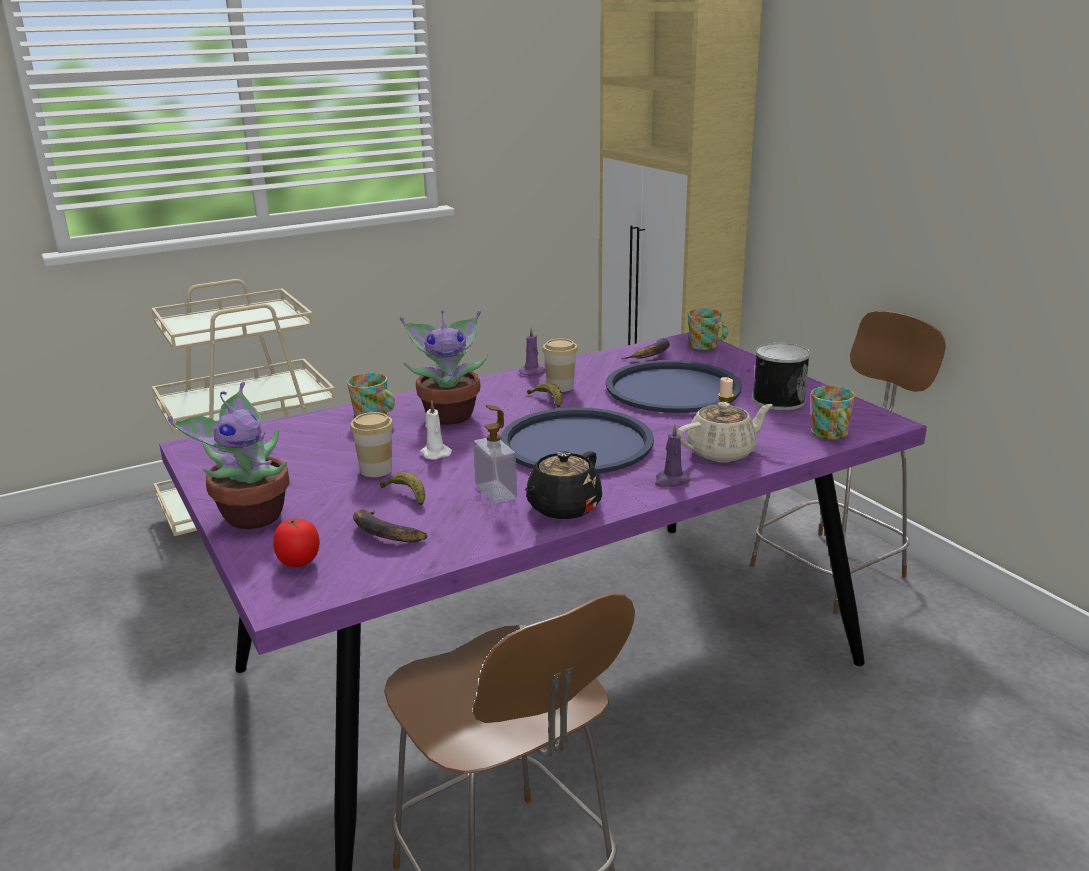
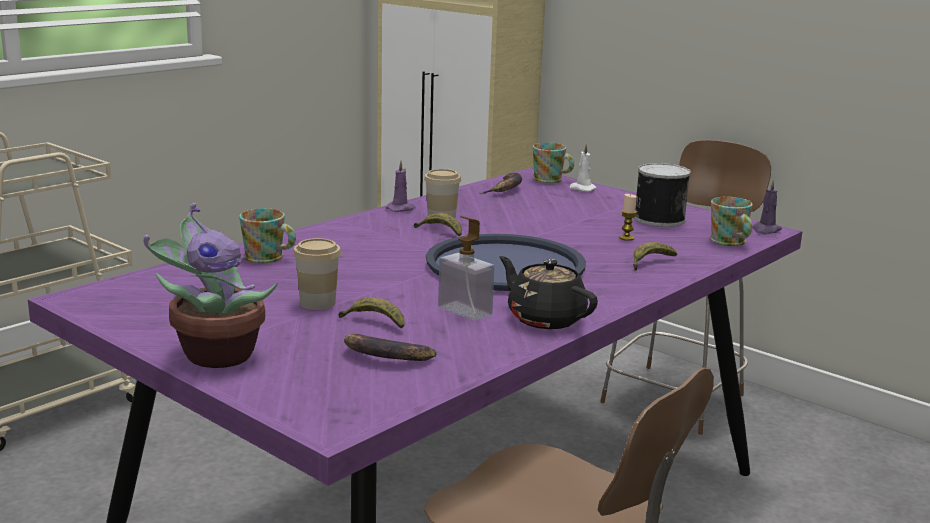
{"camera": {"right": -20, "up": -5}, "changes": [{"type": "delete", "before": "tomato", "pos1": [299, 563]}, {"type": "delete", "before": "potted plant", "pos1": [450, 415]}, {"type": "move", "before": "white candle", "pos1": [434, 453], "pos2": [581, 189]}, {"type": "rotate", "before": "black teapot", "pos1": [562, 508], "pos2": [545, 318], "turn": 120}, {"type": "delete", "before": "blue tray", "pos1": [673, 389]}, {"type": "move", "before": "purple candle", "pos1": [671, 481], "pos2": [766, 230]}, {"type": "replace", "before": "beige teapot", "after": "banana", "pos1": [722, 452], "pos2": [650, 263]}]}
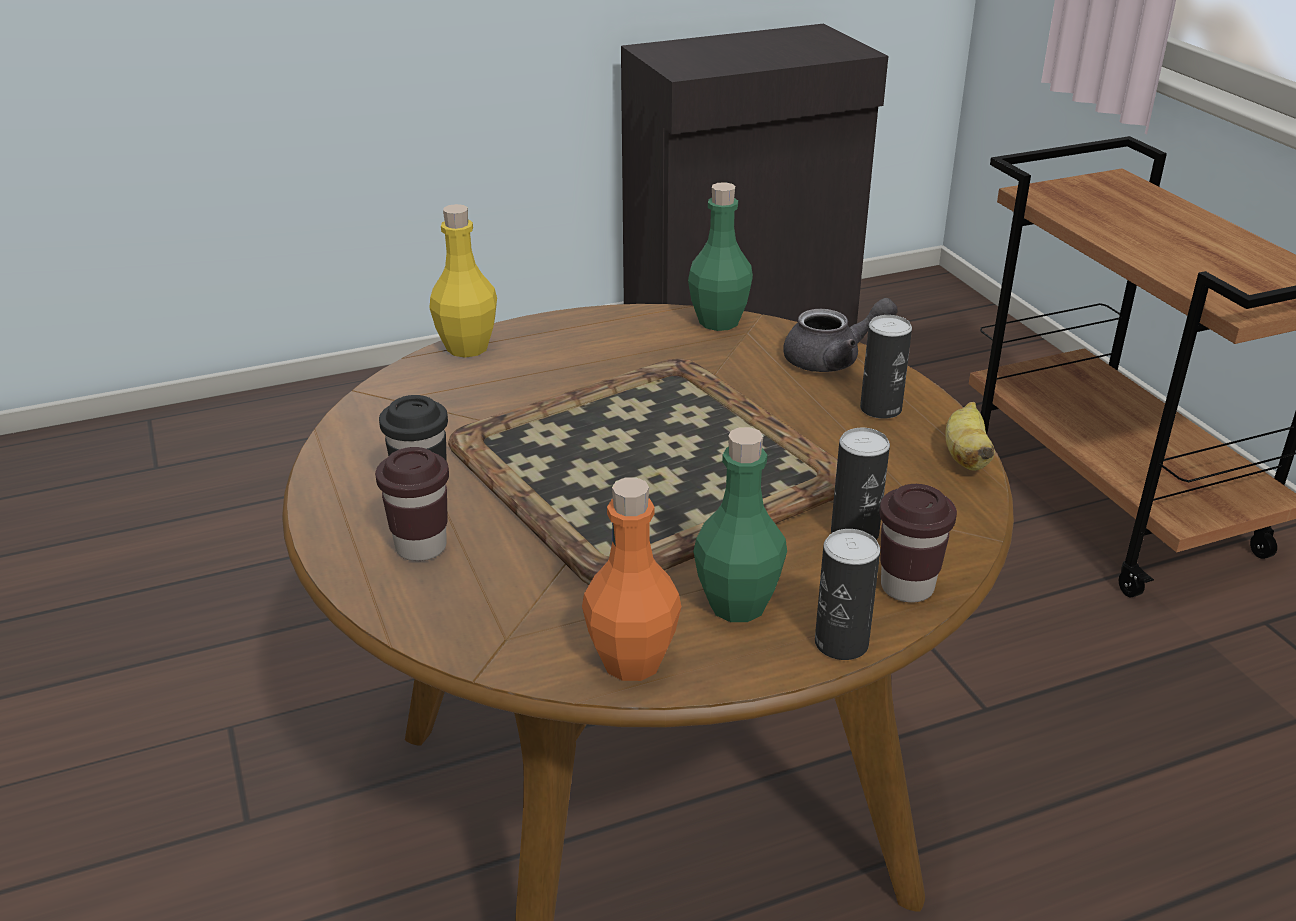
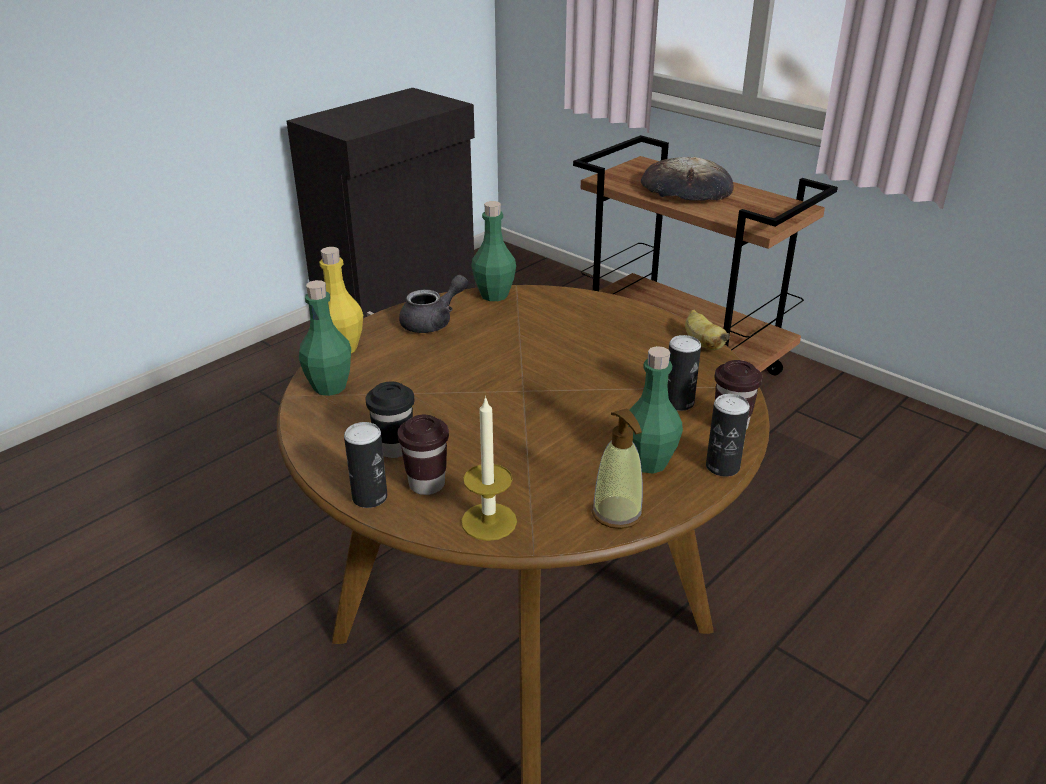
{"camera": {"right": -25, "up": 0}, "changes": [{"type": "delete", "before": "tray", "pos1": [642, 465]}, {"type": "replace", "before": "orange bottle", "after": "soap dispenser", "pos1": [632, 661], "pos2": [617, 513]}, {"type": "move", "before": "grey teapot", "pos1": [833, 359], "pos2": [433, 322]}, {"type": "move", "before": "can", "pos1": [880, 409], "pos2": [370, 497]}, {"type": "insert", "after": "green bottle", "pos2": [330, 387]}, {"type": "insert", "after": "candle", "pos2": [489, 521]}, {"type": "insert", "after": "bread", "pos2": [686, 189]}]}
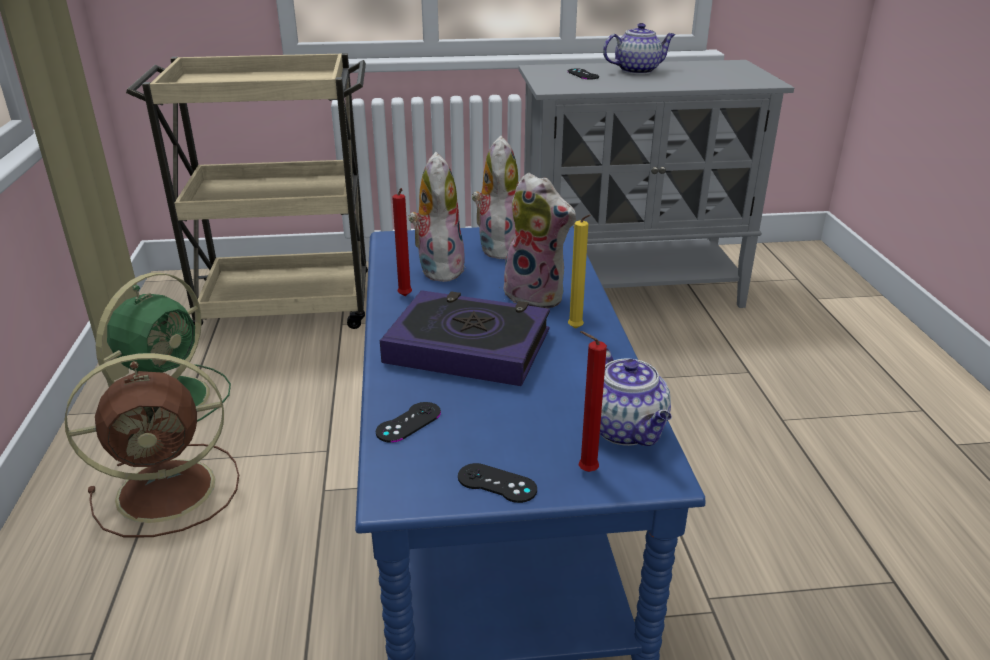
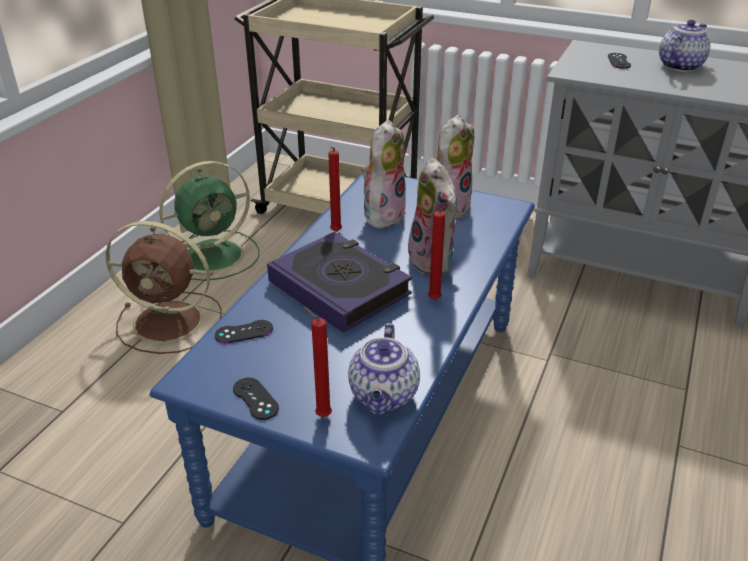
{"camera": {"right": 30, "up": 5}, "changes": [{"type": "recolor", "before": "yellow candle", "after": "red candle", "pos1": [576, 329], "pos2": [434, 301]}, {"type": "rotate", "before": "teapot", "pos1": [637, 70], "pos2": [680, 66], "turn": -60}]}
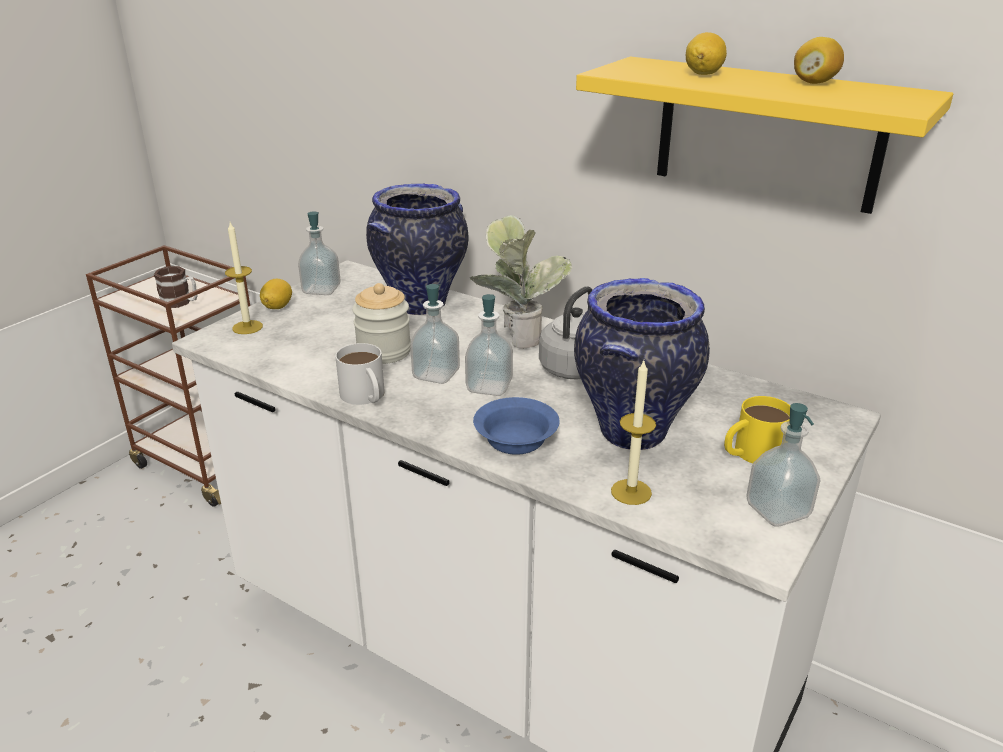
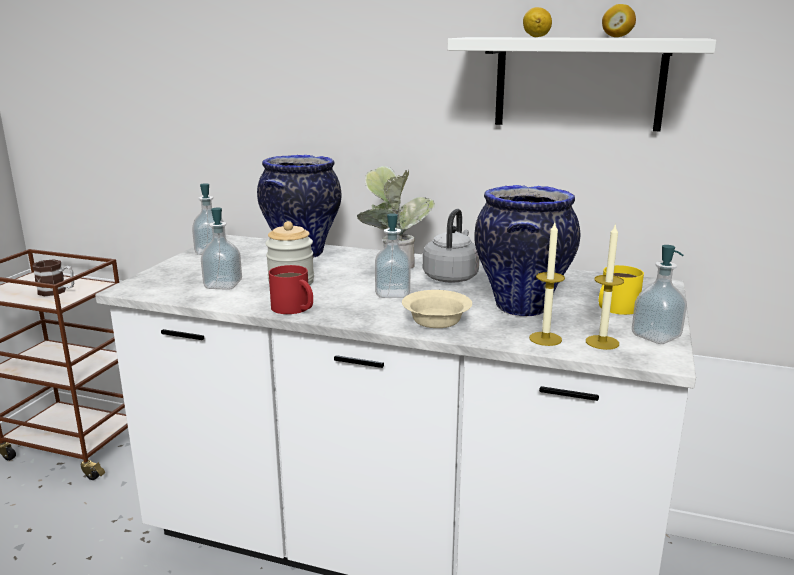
{"camera": {"right": -15, "up": -10}, "changes": [{"type": "move", "before": "candle", "pos1": [247, 327], "pos2": [602, 342]}, {"type": "delete", "before": "lemon", "pos1": [277, 306]}, {"type": "recolor", "before": "white mug", "after": "red mug", "pos1": [365, 397], "pos2": [295, 309]}, {"type": "move", "before": "soap dispenser", "pos1": [436, 374], "pos2": [223, 285]}, {"type": "recolor", "before": "blue bowl", "after": "beige bowl", "pos1": [518, 440], "pos2": [438, 320]}, {"type": "recolor", "before": "yellow shelf", "after": "white shelf", "pos1": [767, 134], "pos2": [578, 83]}]}
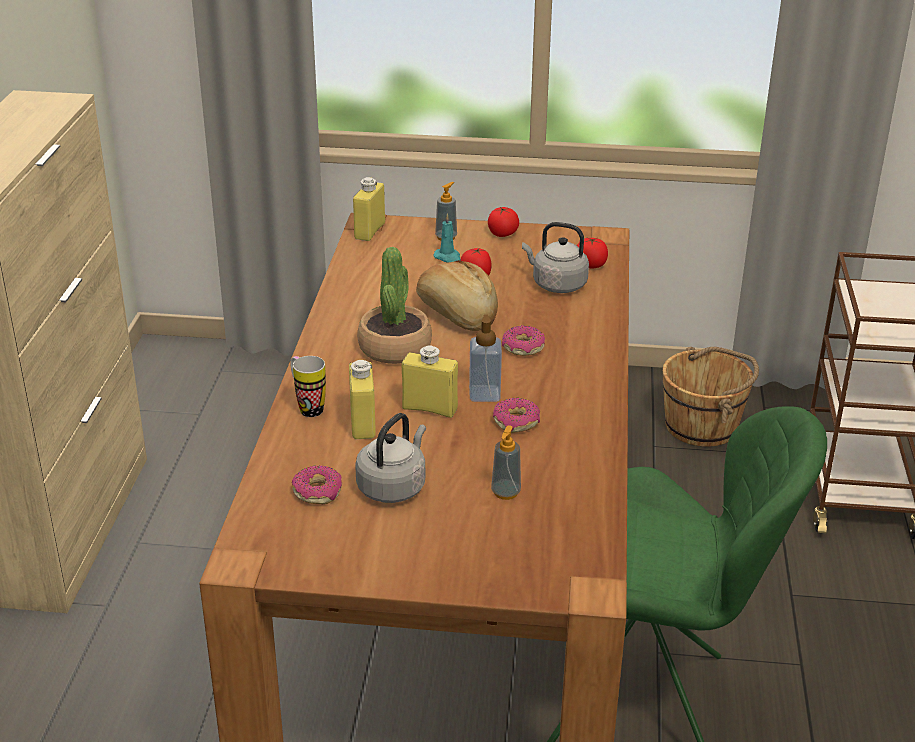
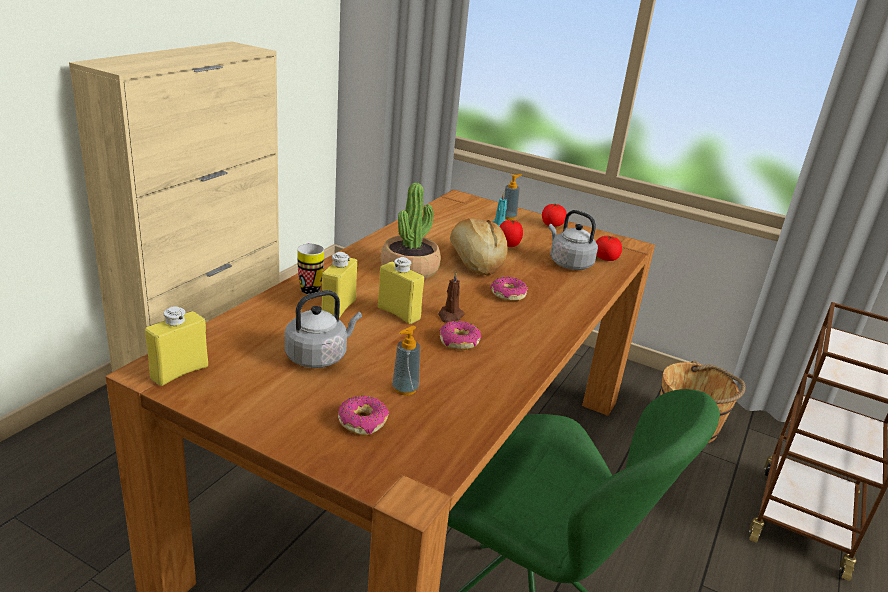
{"camera": {"right": 20, "up": -5}, "changes": [{"type": "move", "before": "donut", "pos1": [318, 492], "pos2": [363, 422]}, {"type": "move", "before": "yellow bottle", "pos1": [369, 231], "pos2": [179, 372]}, {"type": "replace", "before": "soap dispenser", "after": "brown candle", "pos1": [484, 394], "pos2": [450, 316]}]}
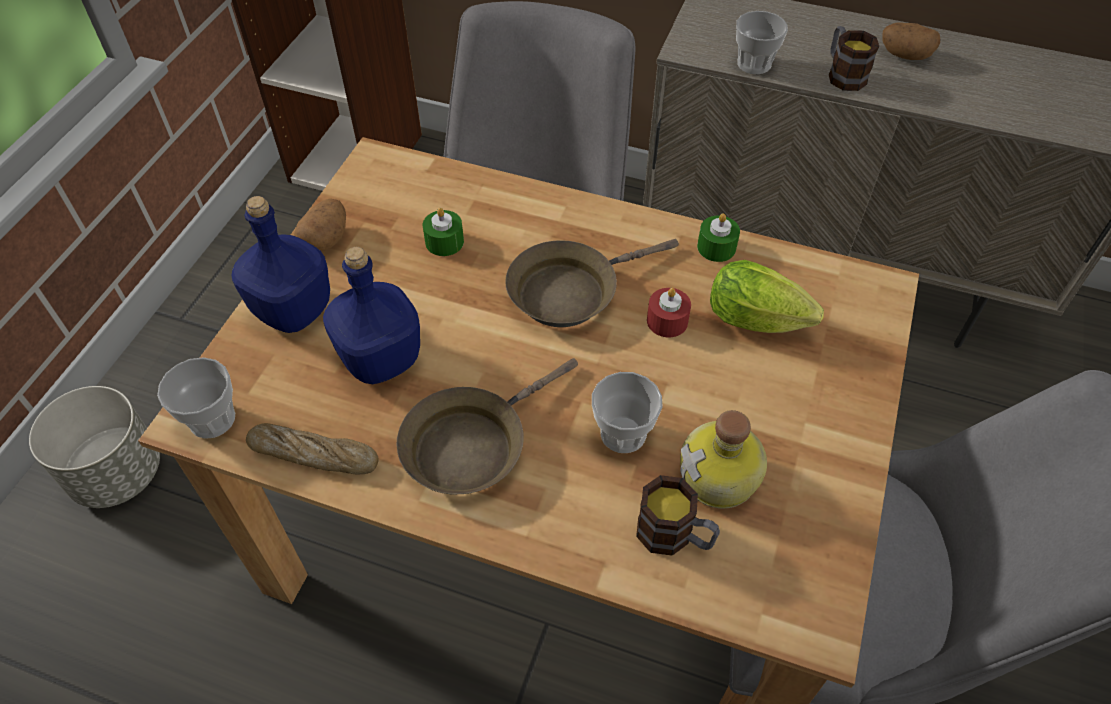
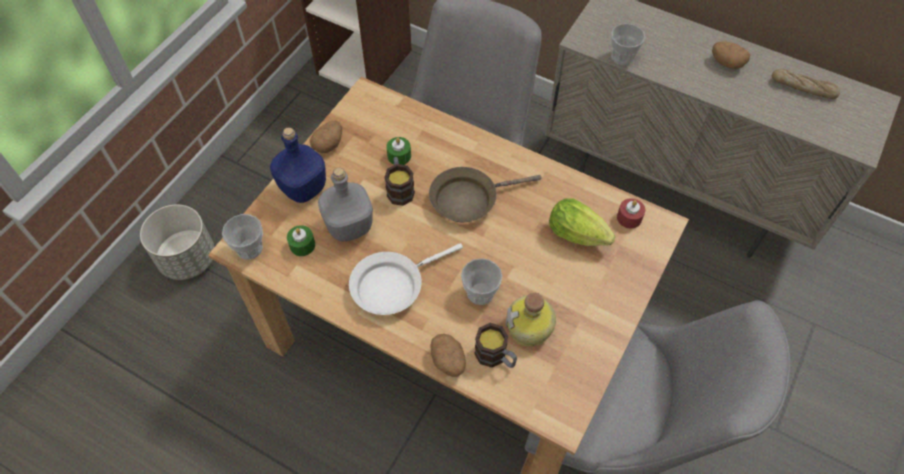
{"camera": {"right": 10, "up": 5}, "changes": [{"type": "move", "before": "bread", "pos1": [314, 455], "pos2": [803, 88]}, {"type": "recolor", "before": "blue bottle", "after": "grey bottle", "pos1": [382, 360], "pos2": [350, 227]}, {"type": "recolor", "before": "brown frying pan", "after": "white frying pan", "pos1": [471, 444], "pos2": [392, 285]}, {"type": "move", "before": "red candle", "pos1": [667, 321], "pos2": [629, 218]}, {"type": "move", "before": "green candle", "pos1": [716, 247], "pos2": [302, 245]}, {"type": "move", "before": "mug", "pos1": [843, 74], "pos2": [399, 189]}, {"type": "insert", "after": "potato", "pos2": [448, 361]}]}
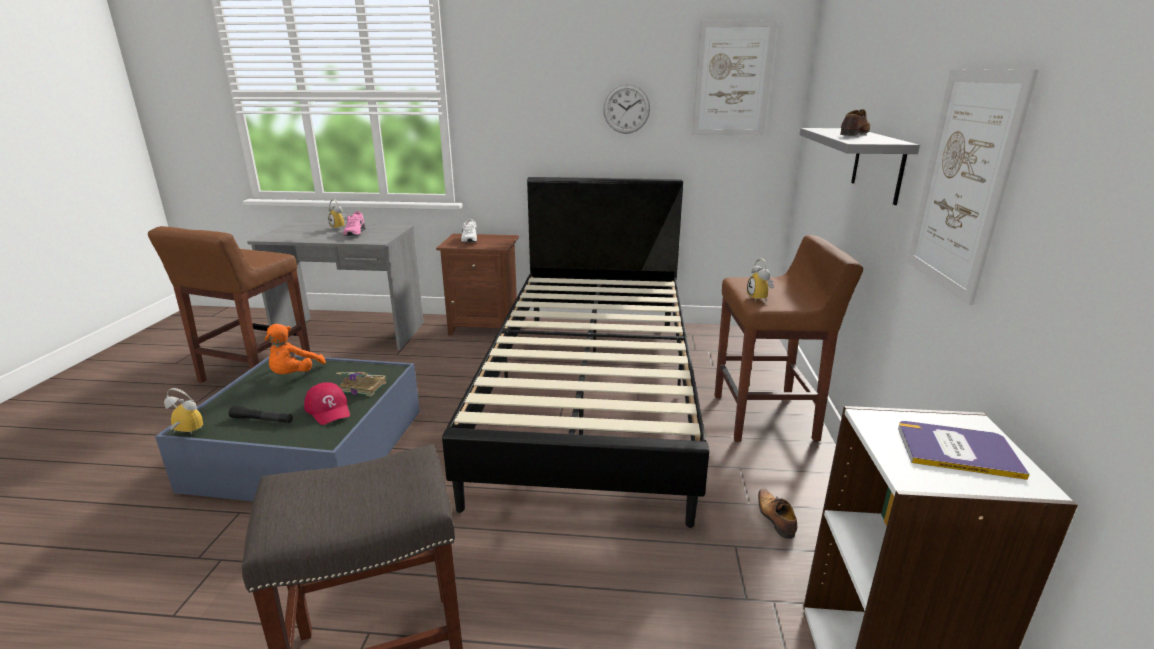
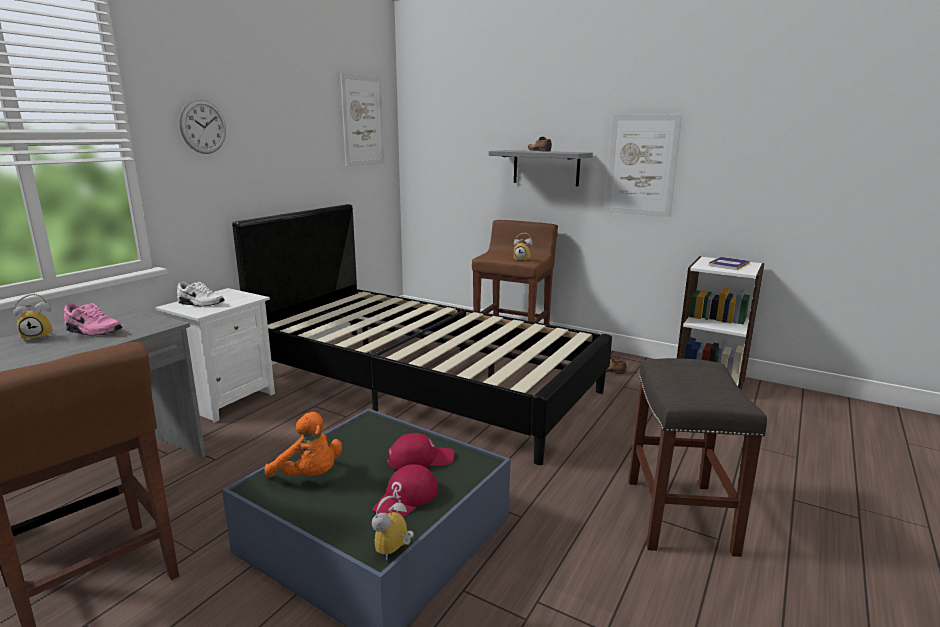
{"camera": {"right": -65, "up": -5}, "changes": [{"type": "replace", "before": "black flashlight", "after": "red cap", "pos1": [262, 420], "pos2": [406, 499]}, {"type": "delete", "before": "book", "pos1": [361, 387]}, {"type": "recolor", "before": "brown nightstand", "after": "white nightstand", "pos1": [485, 326], "pos2": [226, 400]}, {"type": "move", "before": "wall clock", "pos1": [626, 109], "pos2": [203, 127]}]}
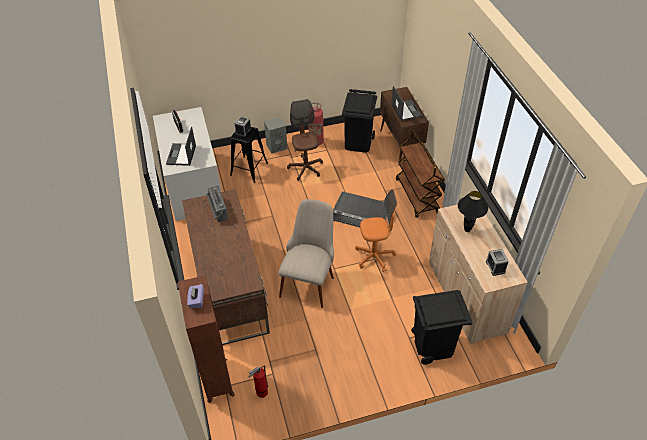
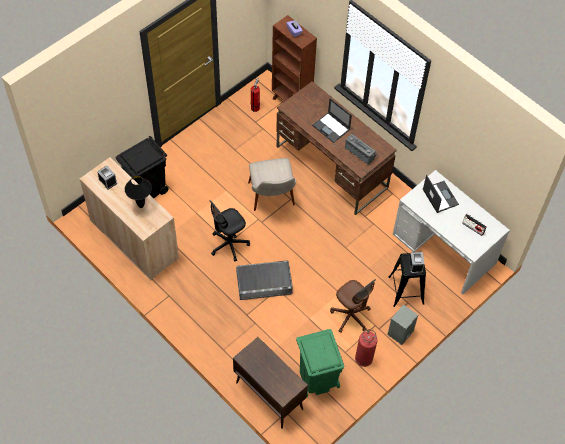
{"camera": {"right": 150, "up": 10}, "changes": [{"type": "recolor", "before": "black trash can", "after": "green trash can", "pos1": [358, 143], "pos2": [317, 378]}, {"type": "recolor", "before": "orange office chair", "after": "black office chair", "pos1": [374, 257], "pos2": [229, 245]}, {"type": "move", "before": "laptop", "pos1": [406, 110], "pos2": [331, 128]}, {"type": "delete", "before": "brown cart", "pos1": [417, 196]}]}
